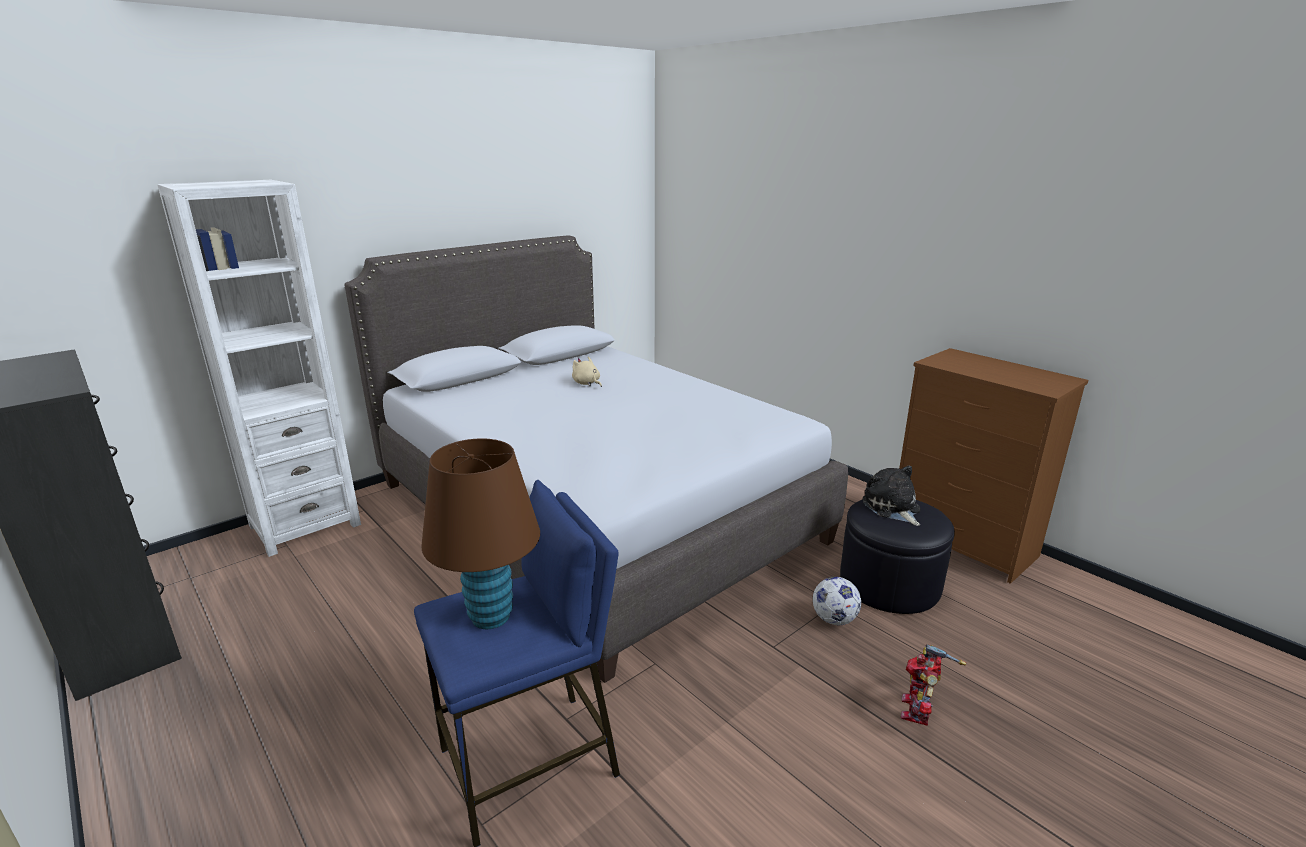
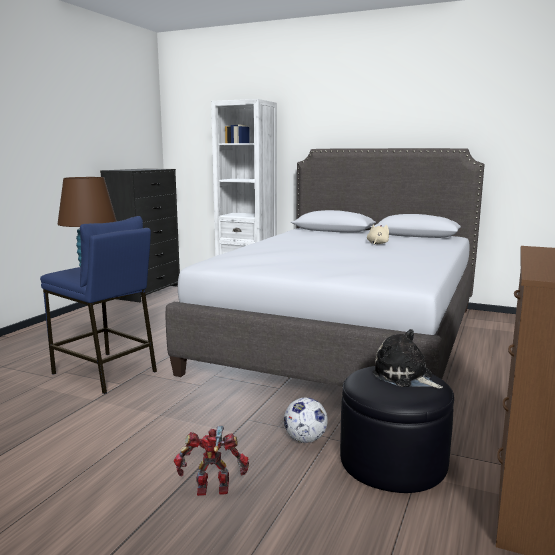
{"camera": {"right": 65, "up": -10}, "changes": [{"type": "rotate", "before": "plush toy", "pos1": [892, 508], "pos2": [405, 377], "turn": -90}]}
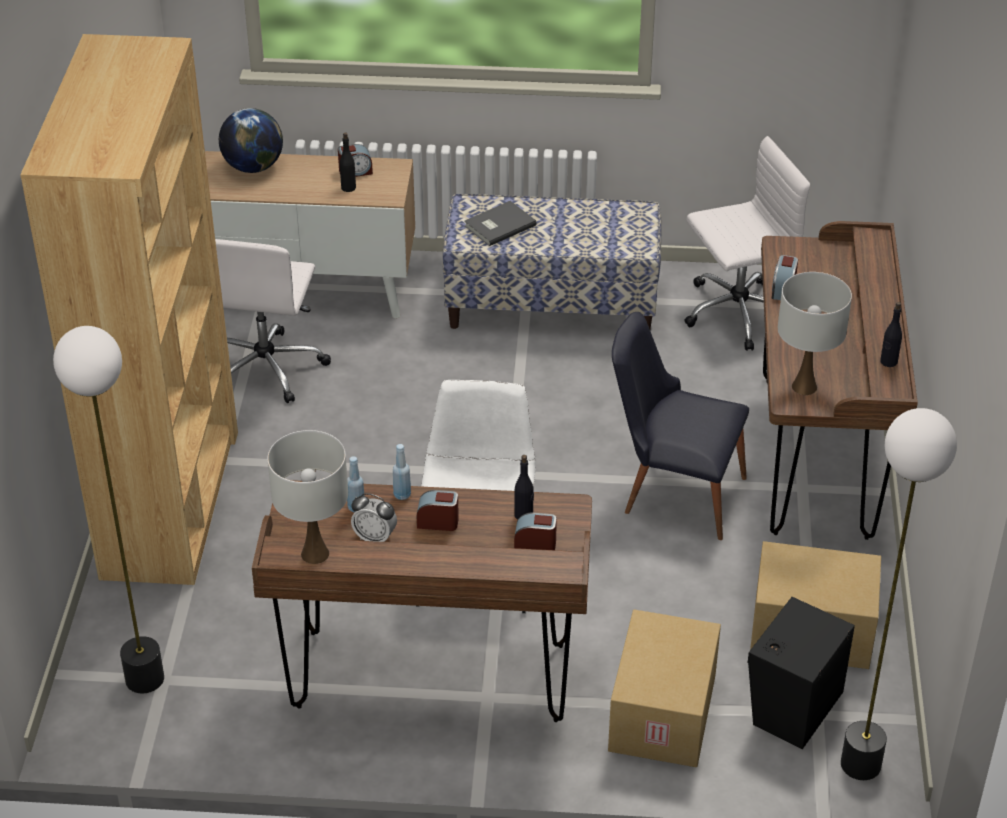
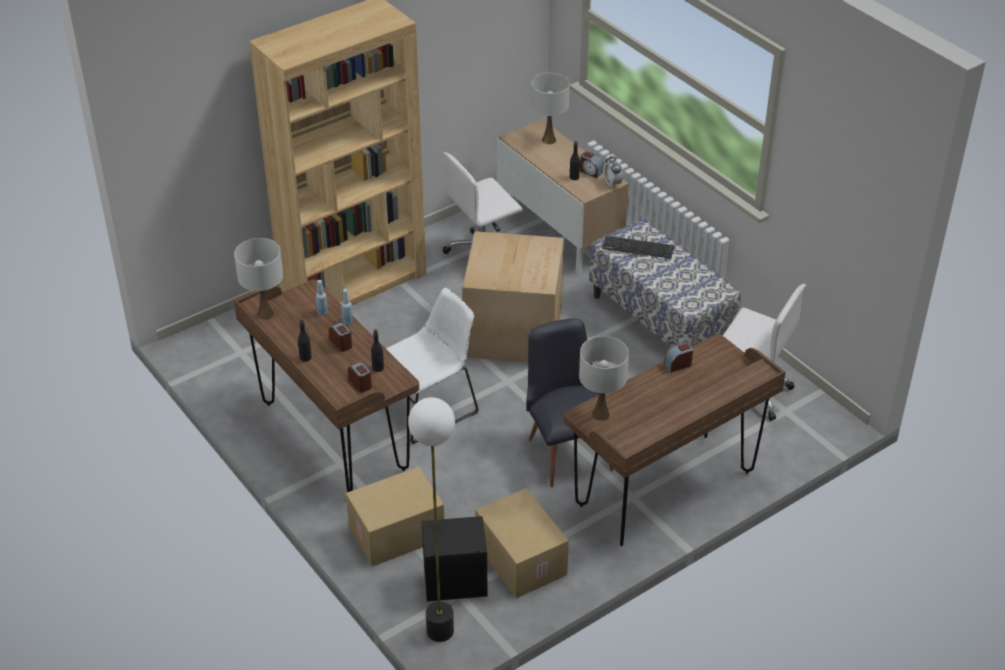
{"camera": {"right": 50, "up": 0}, "changes": [{"type": "delete", "before": "floor lamp", "pos1": [144, 678]}, {"type": "replace", "before": "globe", "after": "white table lamp", "pos1": [253, 167], "pos2": [549, 140]}, {"type": "move", "before": "alarm clock", "pos1": [375, 538], "pos2": [612, 183]}, {"type": "replace", "before": "grey book", "after": "keyboard", "pos1": [498, 225], "pos2": [638, 248]}, {"type": "move", "before": "black bottle", "pos1": [888, 362], "pos2": [305, 357]}, {"type": "insert", "after": "cardboard box", "pos2": [515, 330]}]}
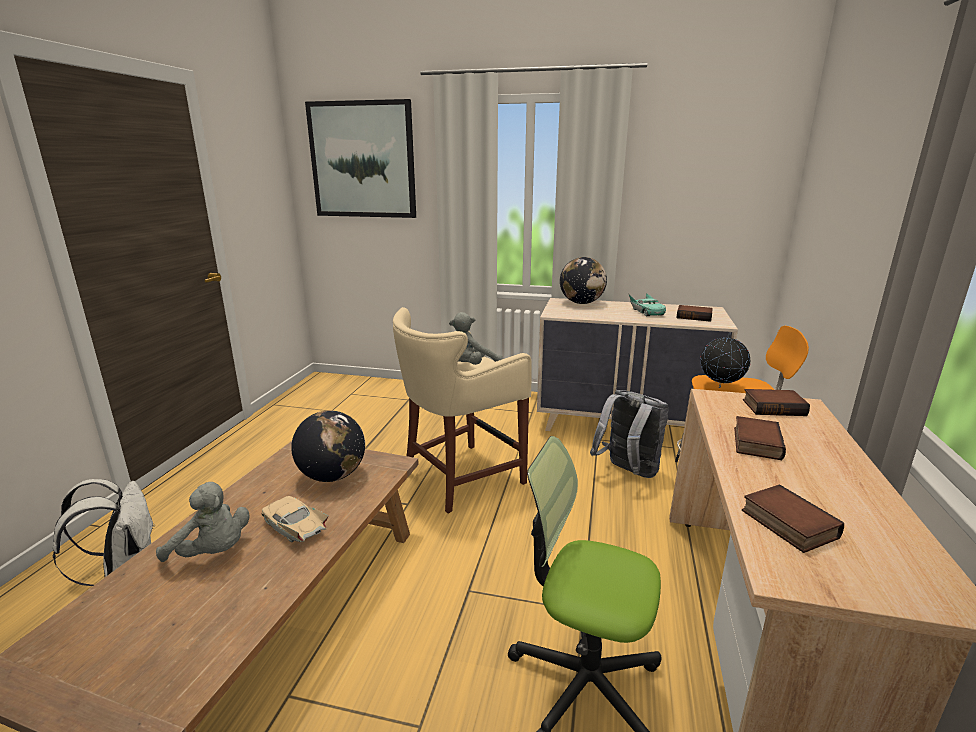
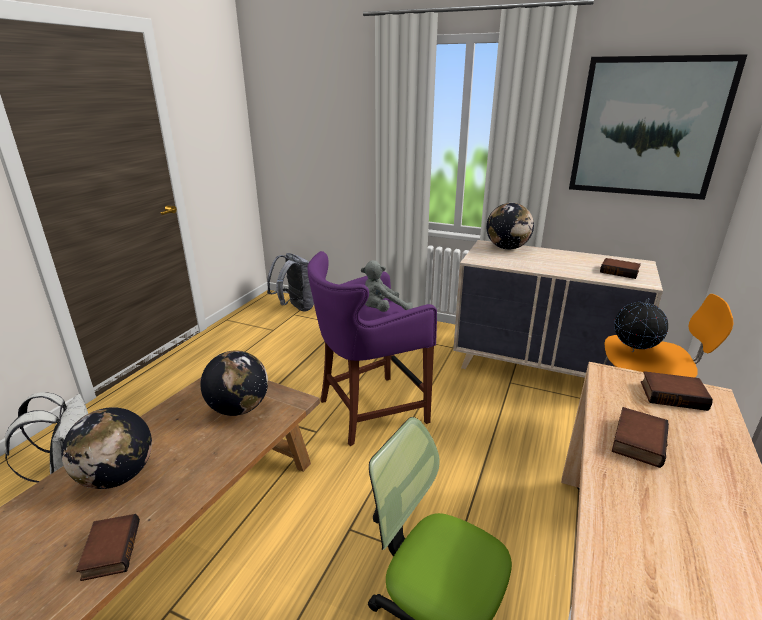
{"camera": {"right": 10, "up": 5}, "changes": [{"type": "replace", "before": "grey plush toy", "after": "globe", "pos1": [213, 553], "pos2": [117, 476]}, {"type": "delete", "before": "beige toy car", "pos1": [295, 528]}, {"type": "move", "before": "picture", "pos1": [362, 160], "pos2": [648, 128]}, {"type": "recolor", "before": "beige stool", "after": "purple stool", "pos1": [459, 478], "pos2": [369, 410]}, {"type": "move", "before": "grey backpack", "pos1": [627, 472], "pos2": [295, 308]}, {"type": "delete", "before": "turquoise toy car", "pos1": [646, 311]}, {"type": "move", "before": "book", "pos1": [786, 524], "pos2": [110, 550]}]}
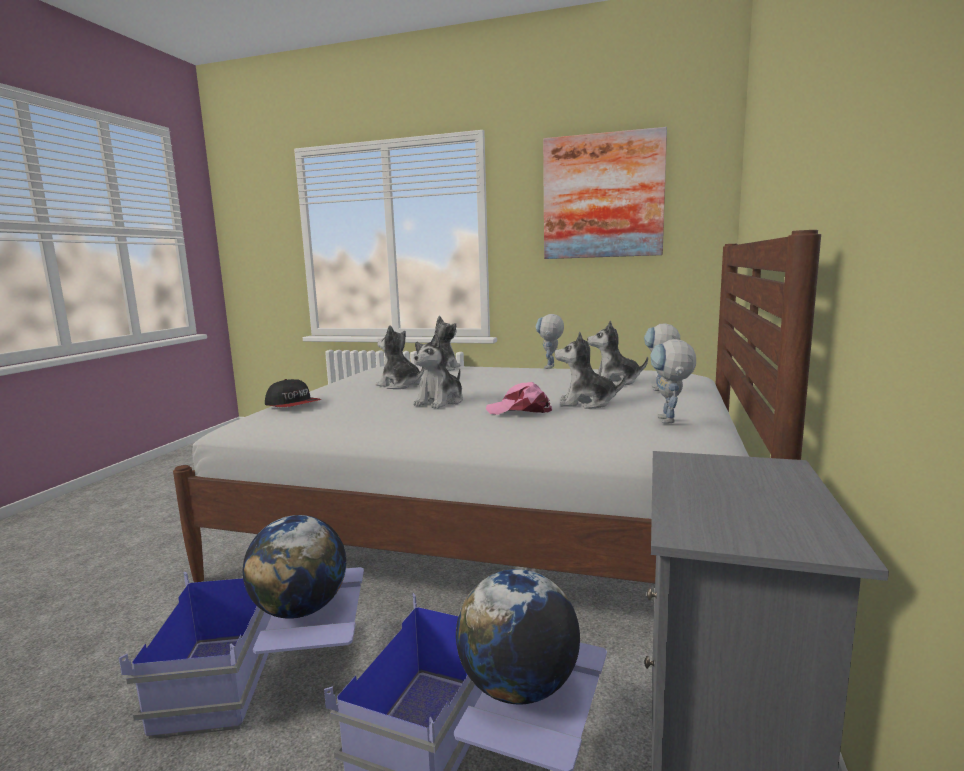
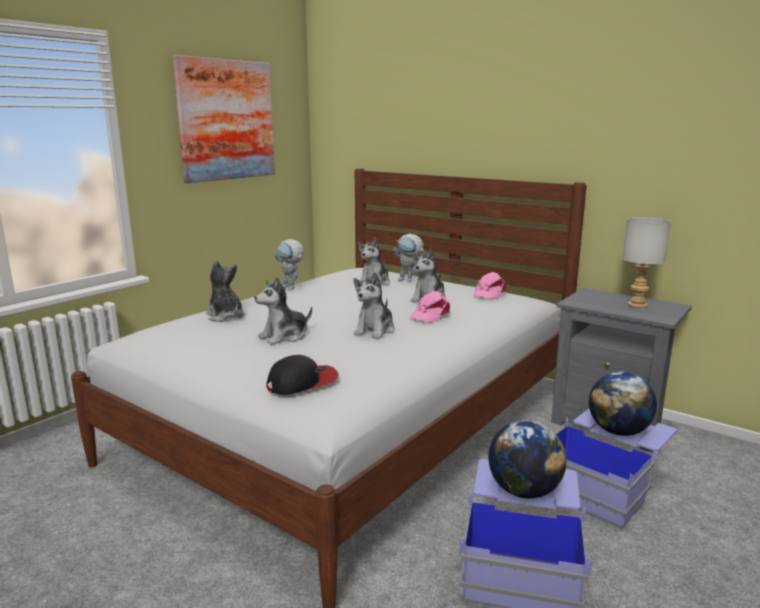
{"camera": {"right": -70, "up": 5}, "changes": [{"type": "rotate", "before": "plush toy", "pos1": [440, 402], "pos2": [375, 330], "turn": 60}, {"type": "replace", "before": "toy robot", "after": "pink cap", "pos1": [670, 422], "pos2": [489, 293]}, {"type": "insert", "after": "grey table lamp", "pos2": [638, 305]}]}
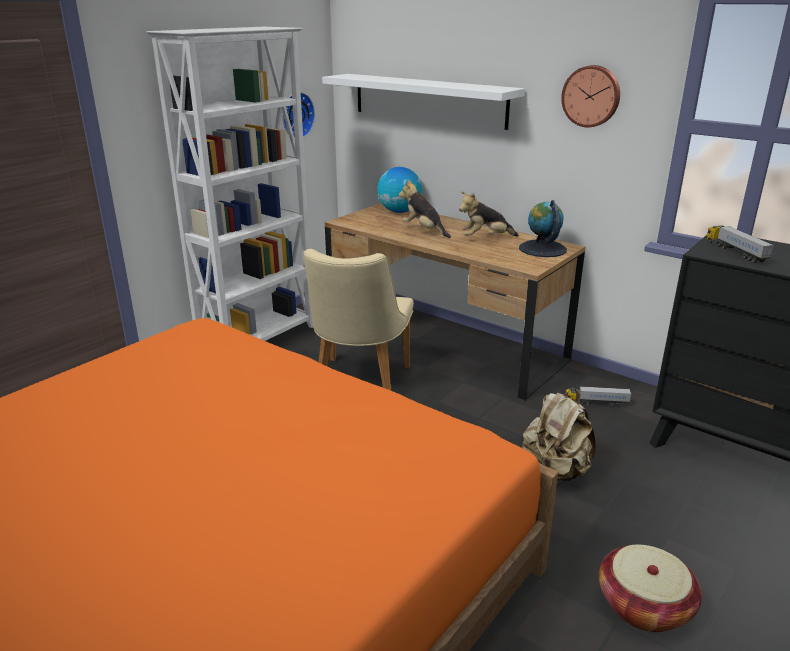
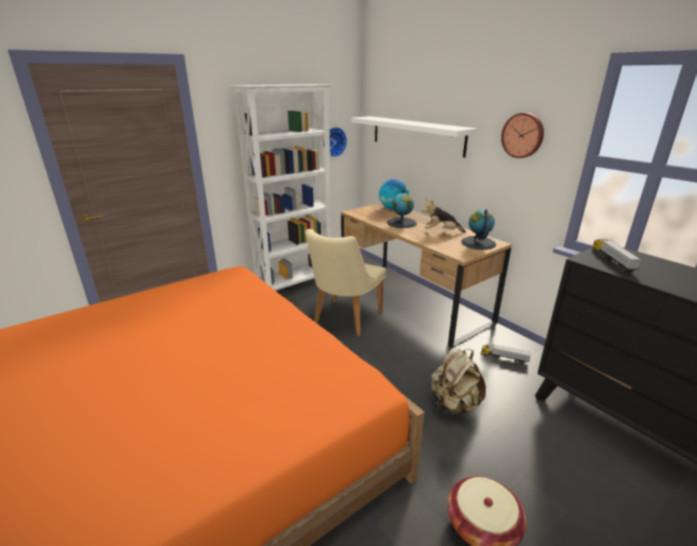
{"camera": {"right": 15, "up": 0}, "changes": [{"type": "replace", "before": "plush toy", "after": "globe", "pos1": [424, 230], "pos2": [401, 223]}]}
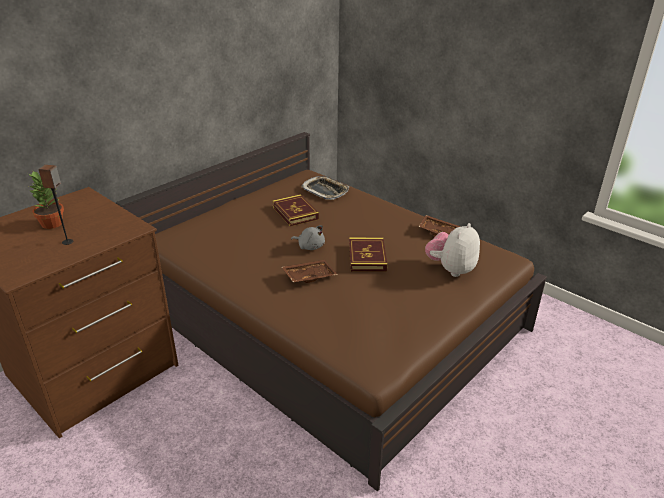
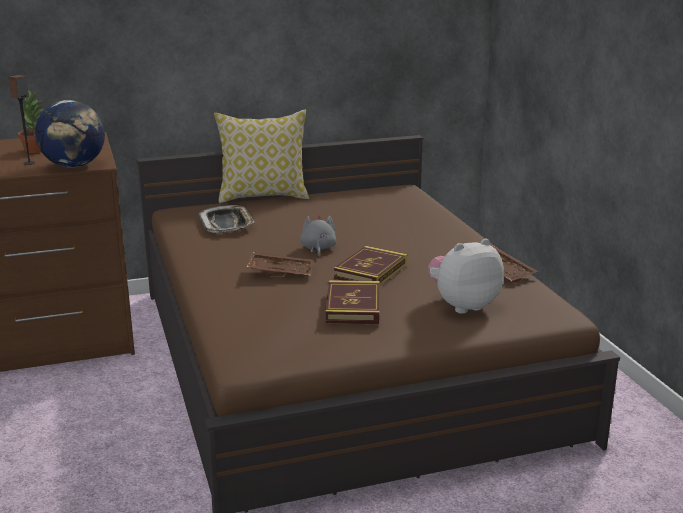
{"camera": {"right": 30, "up": -10}, "changes": [{"type": "move", "before": "book", "pos1": [295, 213], "pos2": [353, 307]}, {"type": "rotate", "before": "grey plush toy", "pos1": [310, 246], "pos2": [318, 248], "turn": -150}, {"type": "move", "before": "tray", "pos1": [325, 191], "pos2": [227, 224]}, {"type": "insert", "after": "globe", "pos2": [74, 166]}, {"type": "insert", "after": "pillow", "pos2": [264, 196]}]}
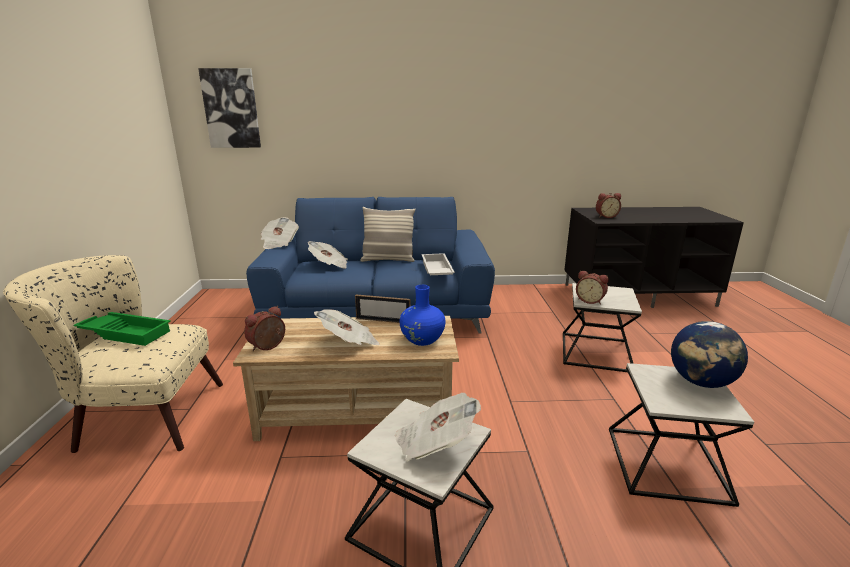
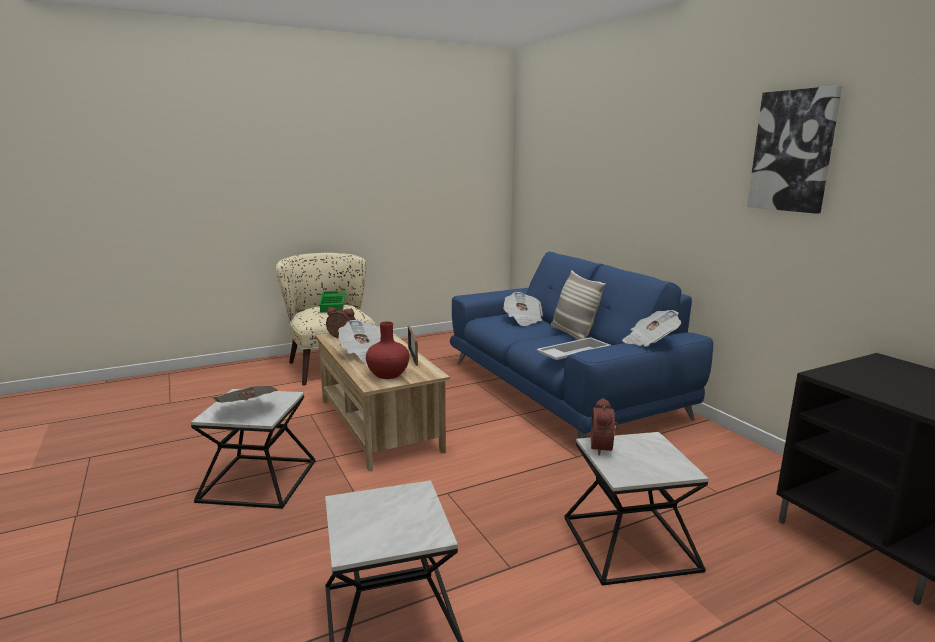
{"camera": {"right": 65, "up": -5}, "changes": [{"type": "move", "before": "picture", "pos1": [231, 109], "pos2": [793, 151]}, {"type": "move", "before": "newspaper", "pos1": [279, 243], "pos2": [649, 342]}, {"type": "recolor", "before": "blue vase", "after": "red vase", "pos1": [422, 339], "pos2": [388, 374]}, {"type": "delete", "before": "alarm clock", "pos1": [606, 216]}, {"type": "delete", "before": "globe", "pos1": [701, 382]}]}
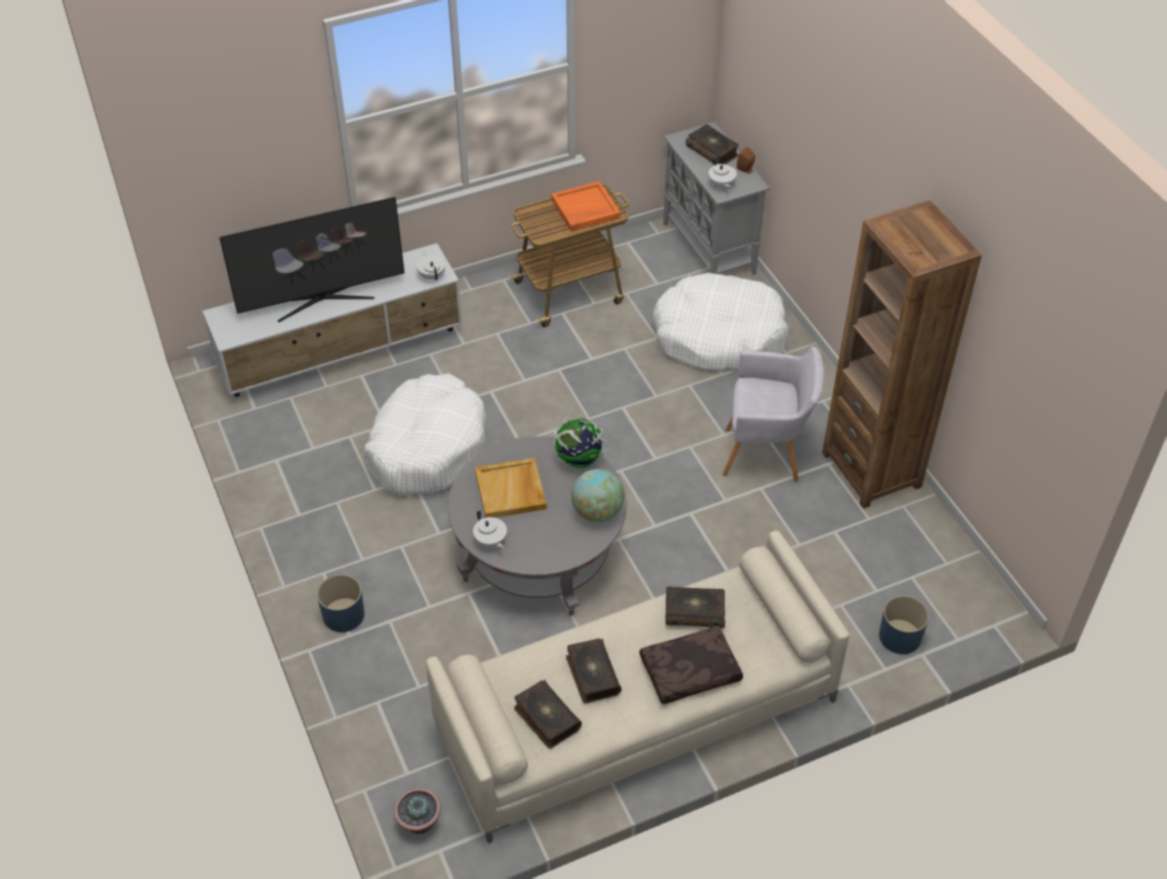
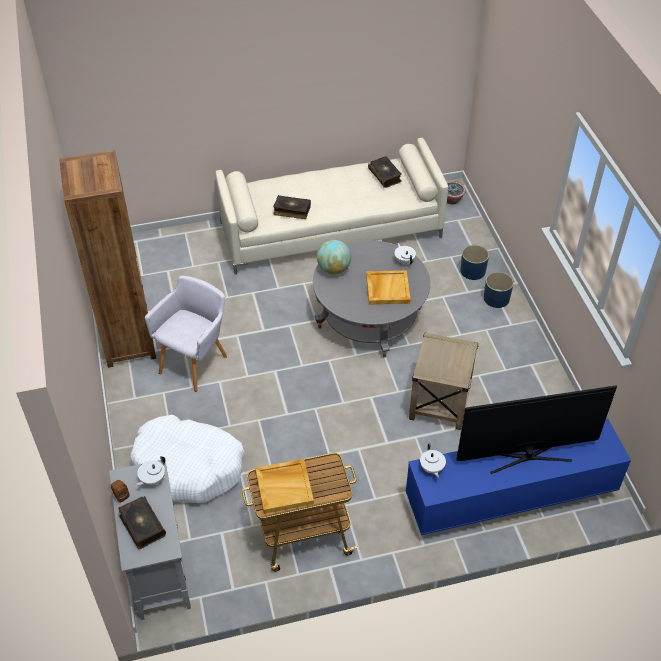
{"camera": {"right": -170, "up": 0}, "changes": [{"type": "recolor", "before": "white tv stand", "after": "blue tv stand", "pos1": [343, 352], "pos2": [508, 498]}, {"type": "replace", "before": "white dog bed", "after": "beige side table", "pos1": [427, 447], "pos2": [440, 402]}, {"type": "recolor", "before": "orange tray", "after": "beige tray", "pos1": [585, 209], "pos2": [284, 487]}, {"type": "delete", "before": "globe", "pos1": [579, 460]}, {"type": "delete", "before": "book", "pos1": [592, 675]}, {"type": "delete", "before": "brown pillow", "pos1": [690, 673]}, {"type": "rotate", "before": "white teapot", "pos1": [721, 185], "pos2": [152, 479], "turn": -135}, {"type": "rotate", "before": "grey armchair", "pos1": [766, 455], "pos2": [195, 362], "turn": 105}, {"type": "move", "before": "blue planter", "pos1": [900, 637], "pos2": [472, 271]}]}
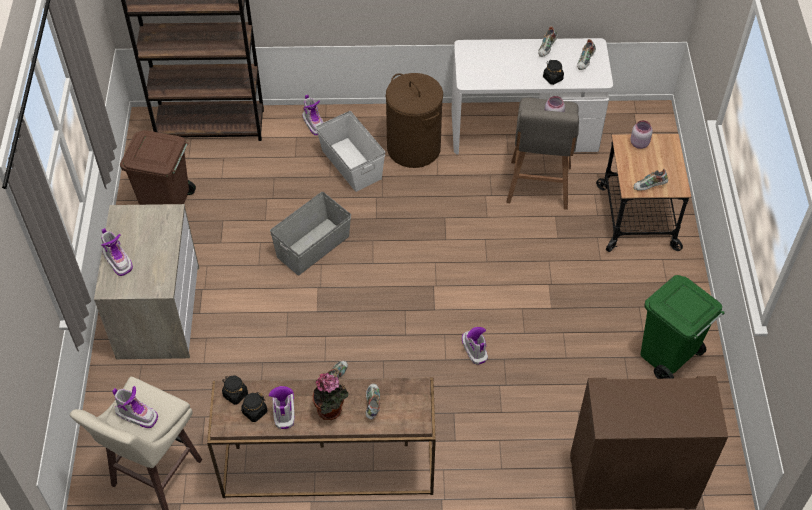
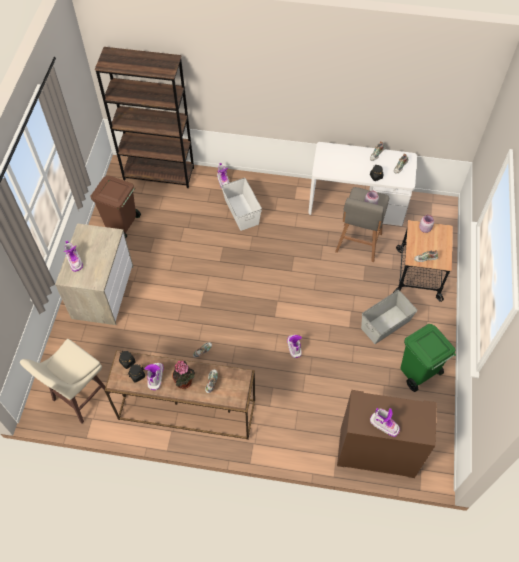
{"camera": {"right": 10, "up": 5}, "changes": [{"type": "move", "before": "boot", "pos1": [137, 414], "pos2": [384, 425]}, {"type": "move", "before": "grey storage box", "pos1": [313, 246], "pos2": [386, 324]}, {"type": "delete", "before": "brown laundry basket", "pos1": [414, 148]}]}
